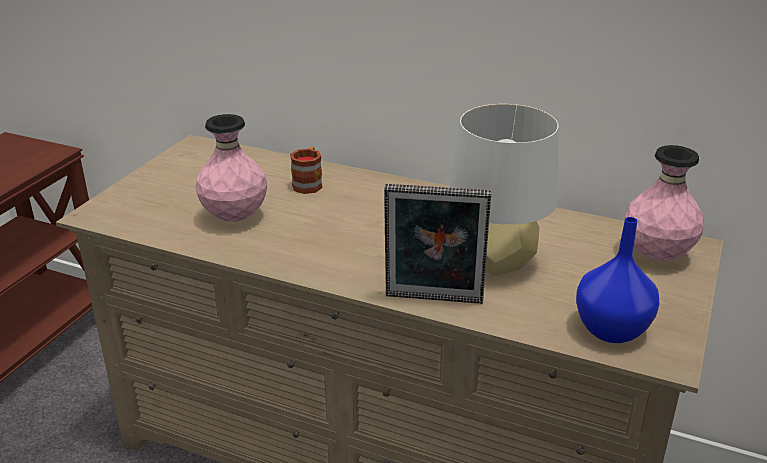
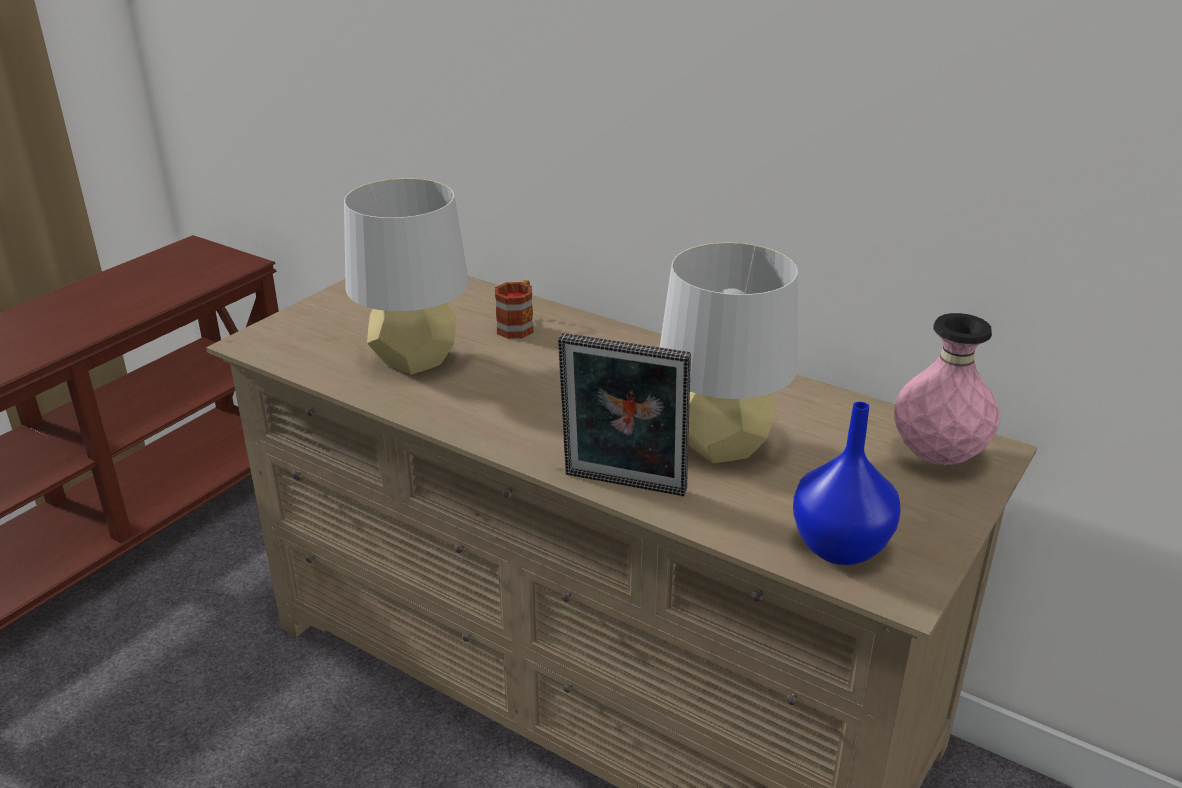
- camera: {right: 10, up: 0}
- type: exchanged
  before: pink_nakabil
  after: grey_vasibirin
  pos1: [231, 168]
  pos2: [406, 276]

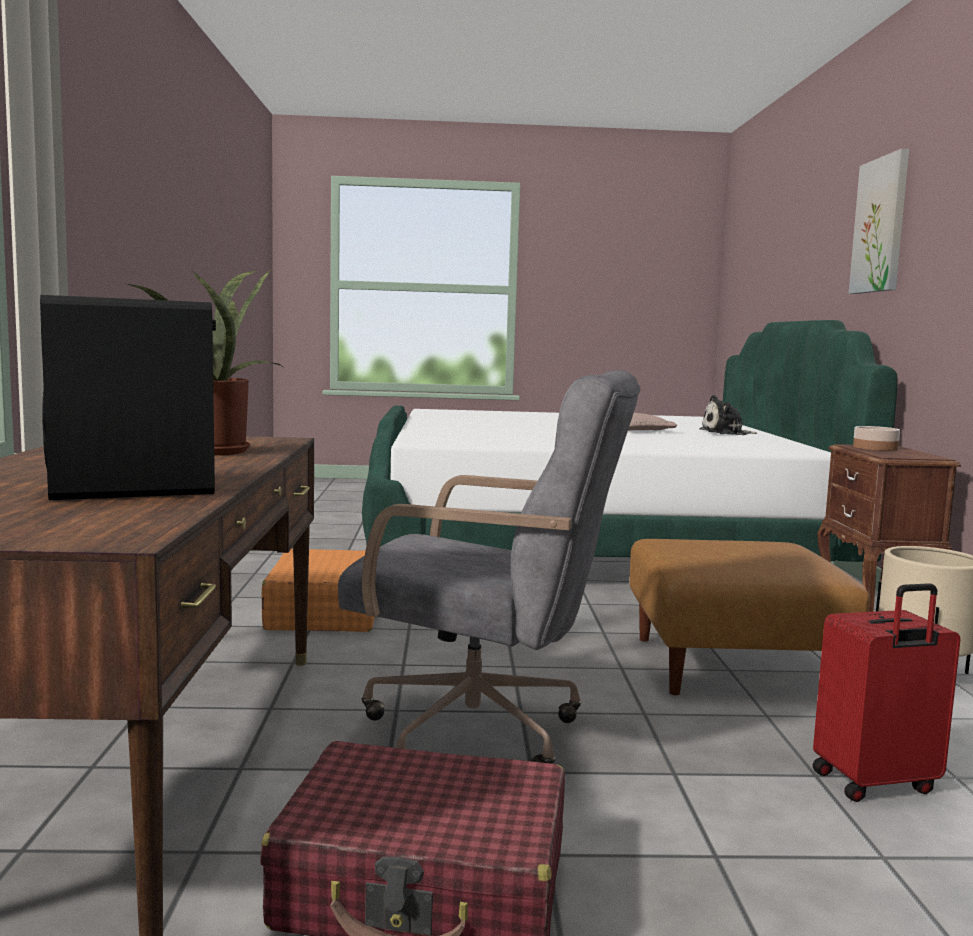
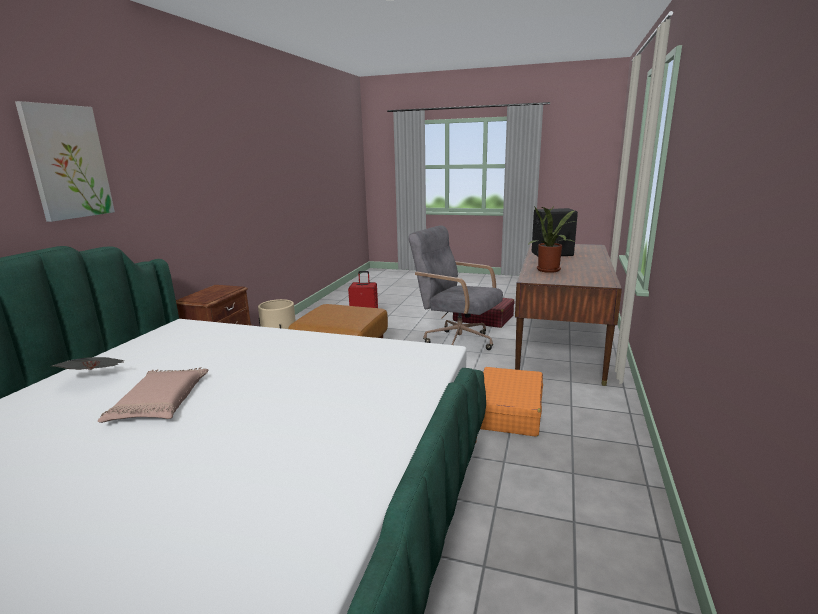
- camera: {right: -160, up: 10}
- type: exchanged
  before: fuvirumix
  after: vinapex
  pos1: [728, 415]
  pos2: [88, 363]
- type: missing
  before: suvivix
  pos1: [876, 438]

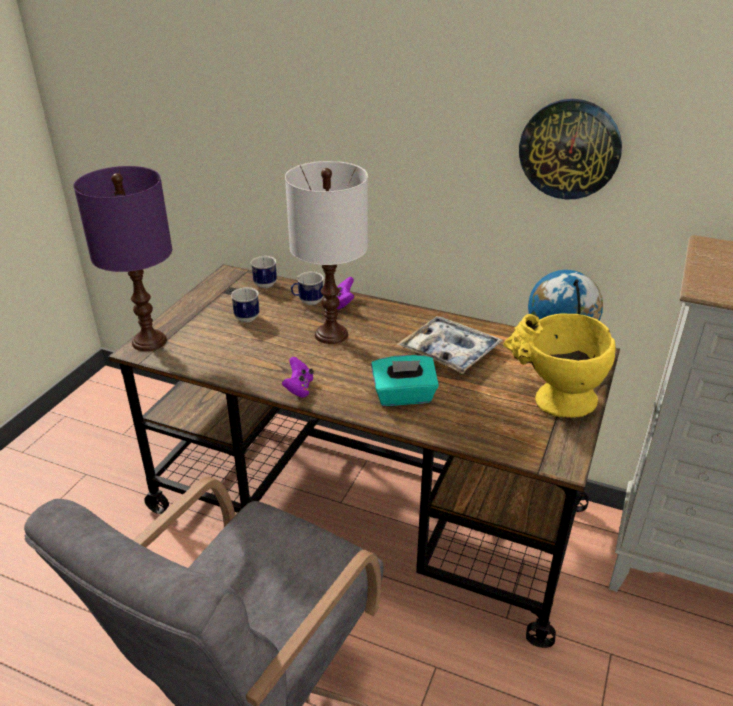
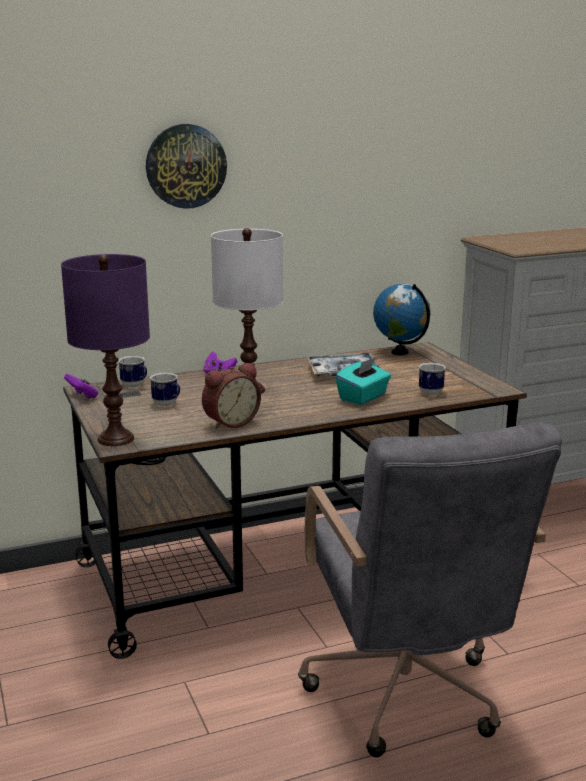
- camera: {right: -45, up: -15}
- type: relocated
  before: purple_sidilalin
  pos1: [298, 377]
  pos2: [81, 386]
- type: relocated
  before: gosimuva
  pos1: [307, 288]
  pos2: [432, 379]
- type: missing
  before: yellow_nakabil
  pos1: [559, 366]
- type: relocated
  before: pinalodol
  pos1: [570, 149]
  pos2: [186, 166]
- type: appeared
  after: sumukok
  pos2: [231, 396]

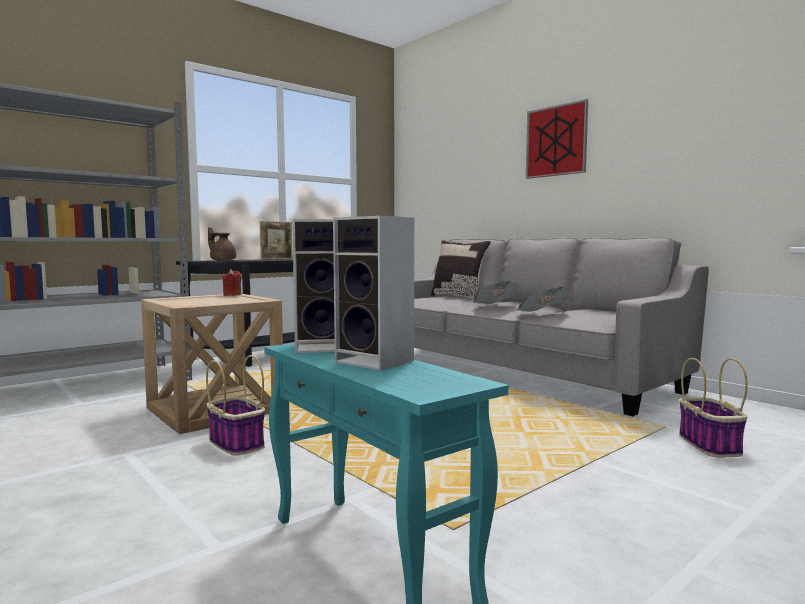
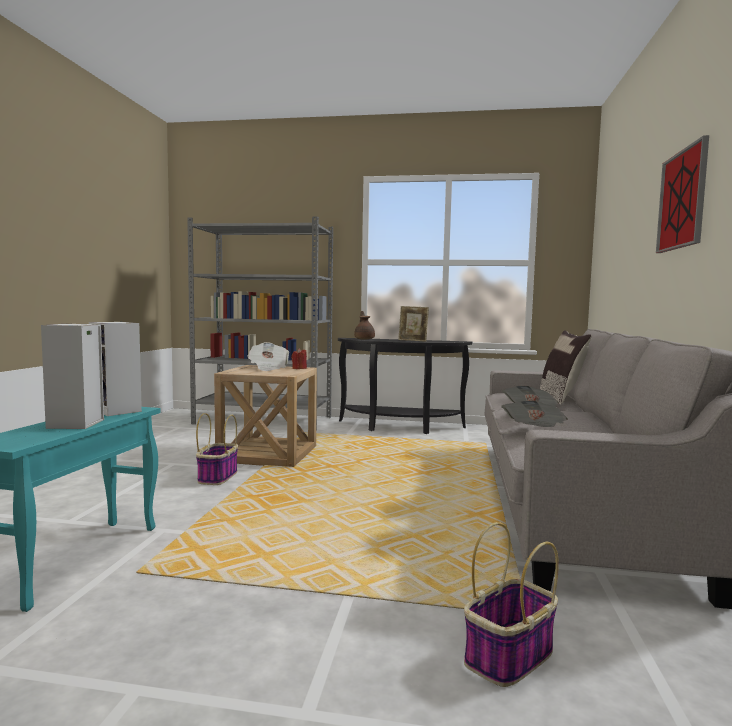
- camera: {right: 50, up: 0}
- type: appeared
  after: vinapex
  pos2: [268, 356]

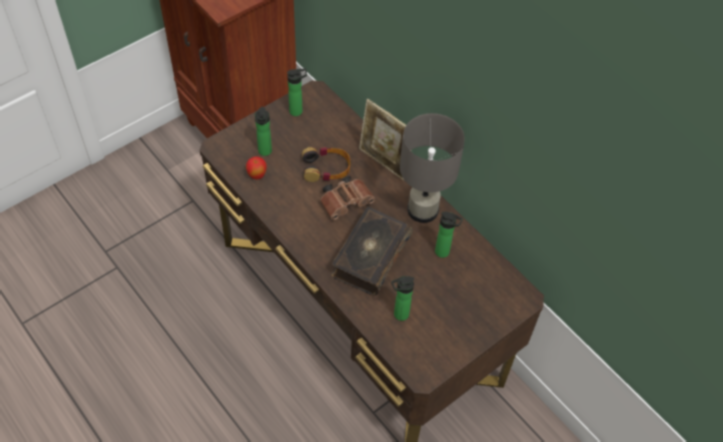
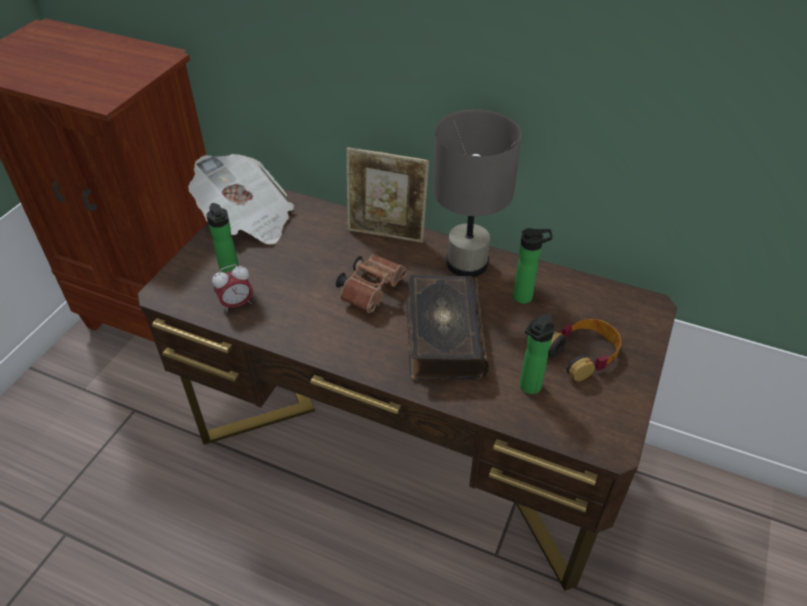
- camera: {right: -25, up: -10}
- type: exchanged
  before: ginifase
  after: sumukok
  pos1: [256, 167]
  pos2: [232, 288]
- type: exchanged
  before: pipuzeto
  after: vinapex
  pos1: [297, 92]
  pos2: [241, 199]
- type: relocated
  before: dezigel
  pos1: [326, 164]
  pos2: [584, 350]

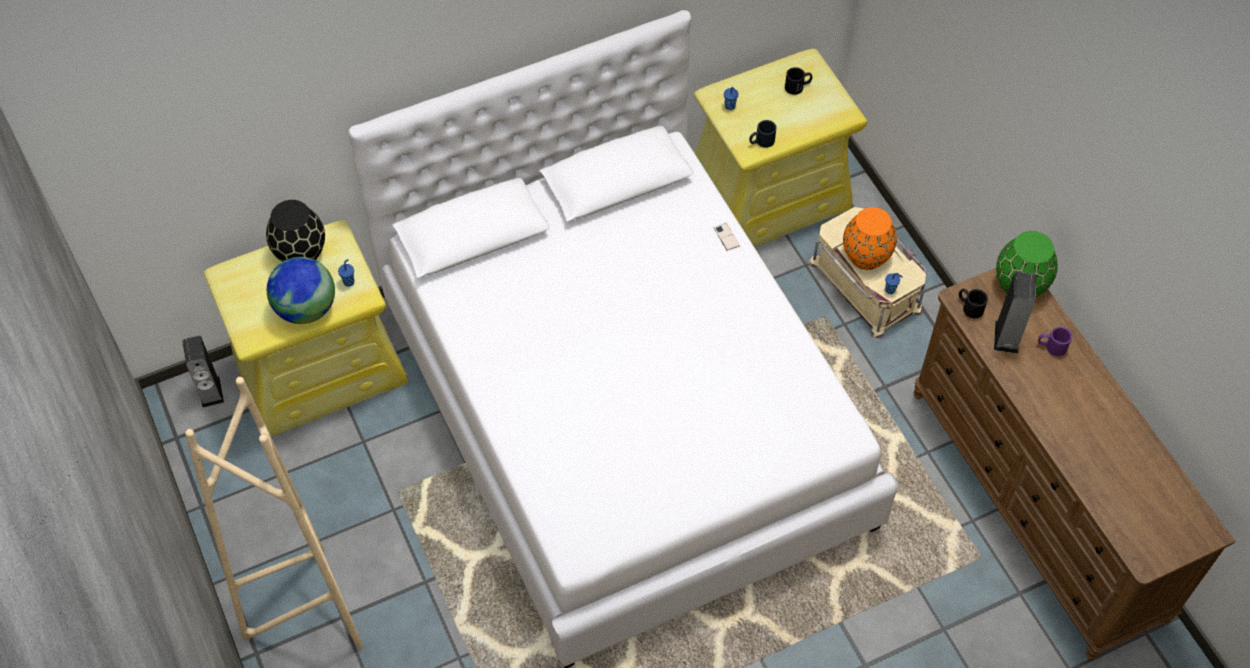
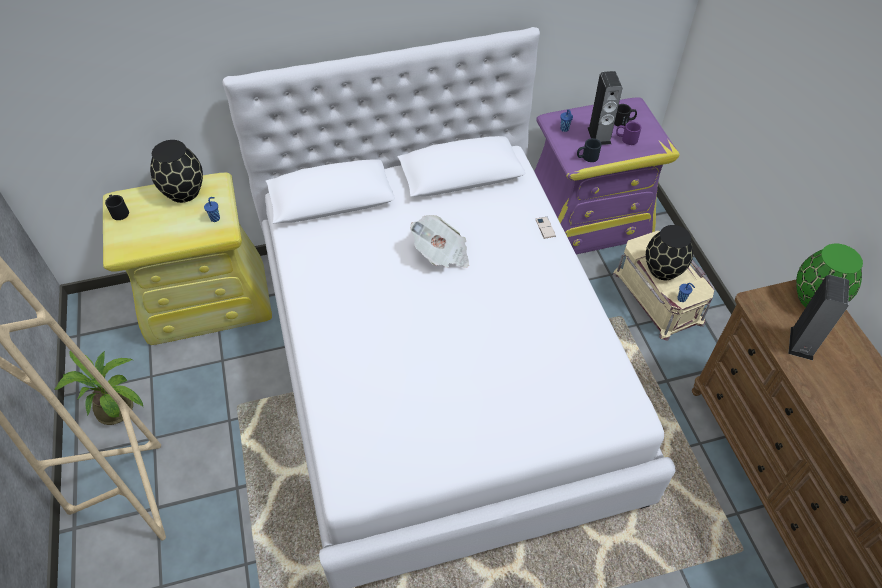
- camera: {right: 10, up: -5}
- type: relocated
  before: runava
  pos1: [203, 372]
  pos2: [605, 108]
- type: missing
  before: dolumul
  pos1: [301, 290]
- type: colour
  before: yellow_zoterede
  after: purple_zoterede
  pos1: [780, 148]
  pos2: [607, 176]
- type: colour
  before: orange_nakabil
  after: black_nakabil
  pos1: [870, 238]
  pos2: [669, 252]
- type: relocated
  before: black_gosimuva
  pos1: [973, 303]
  pos2: [117, 207]
- type: relocated
  before: purple_gosimuva
  pos1: [1055, 341]
  pos2: [628, 133]
- type: appeared
  after: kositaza
  pos2: [99, 388]
- type: appeared
  after: vinapex
  pos2: [439, 241]

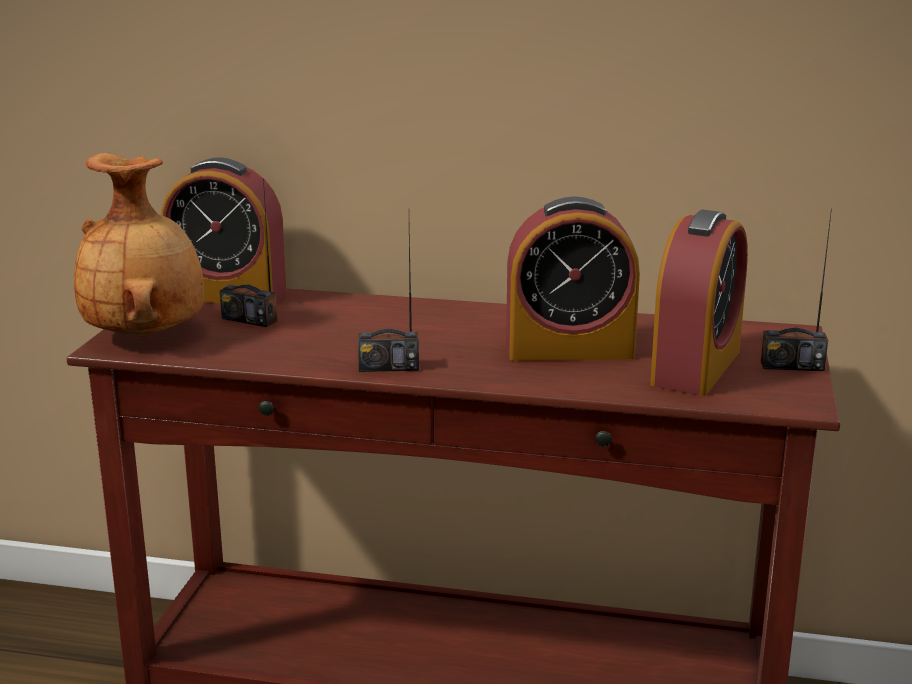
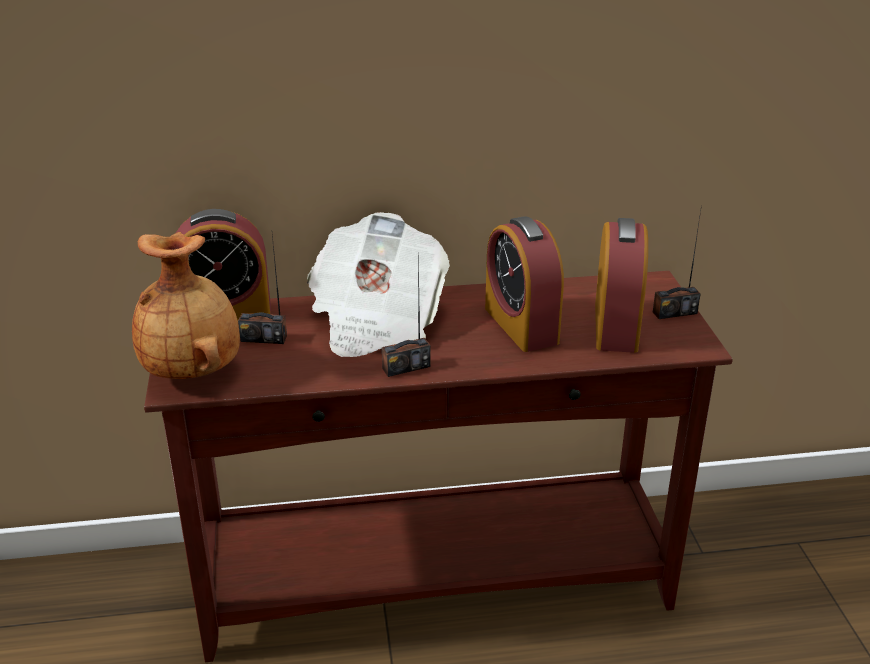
- camera: {right: -20, up: 10}
- type: spun
  before: sumukok
  pos1: [573, 278]
  pos2: [524, 284]
  turn: 90
- type: appeared
  after: vinapex
  pos2: [378, 284]

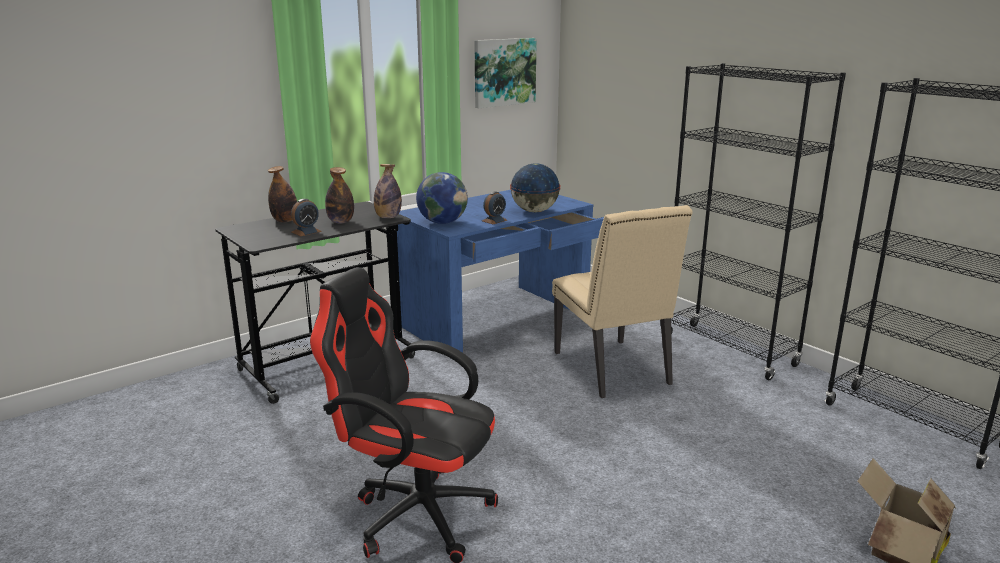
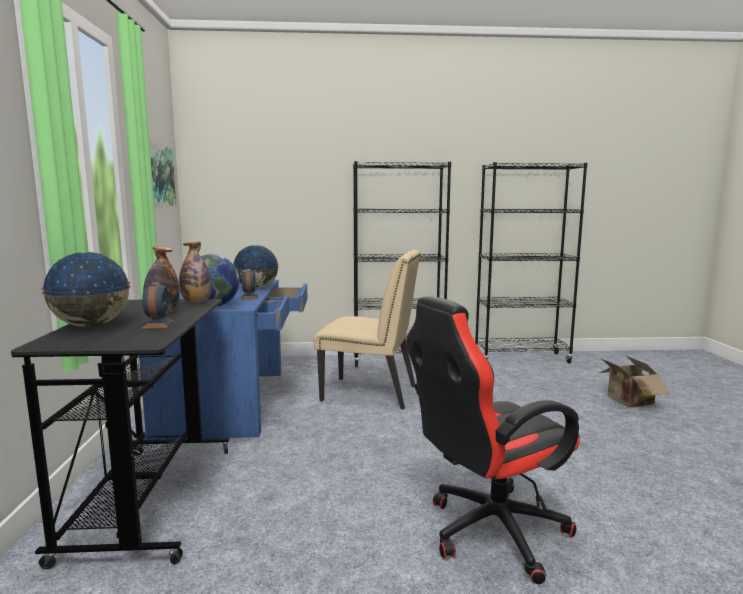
- camera: {right: -55, up: -10}
- type: exchanged
  before: pipuzeto
  after: dolumul
  pos1: [282, 194]
  pos2: [86, 289]

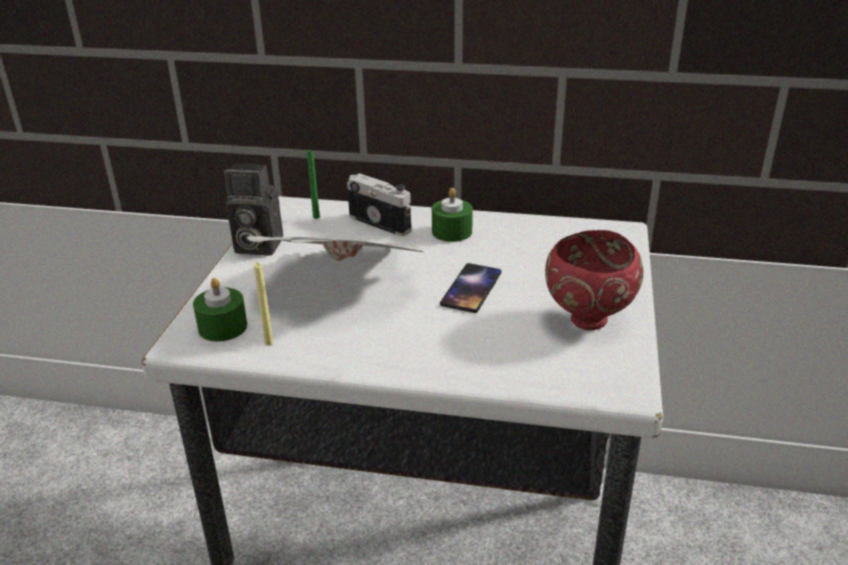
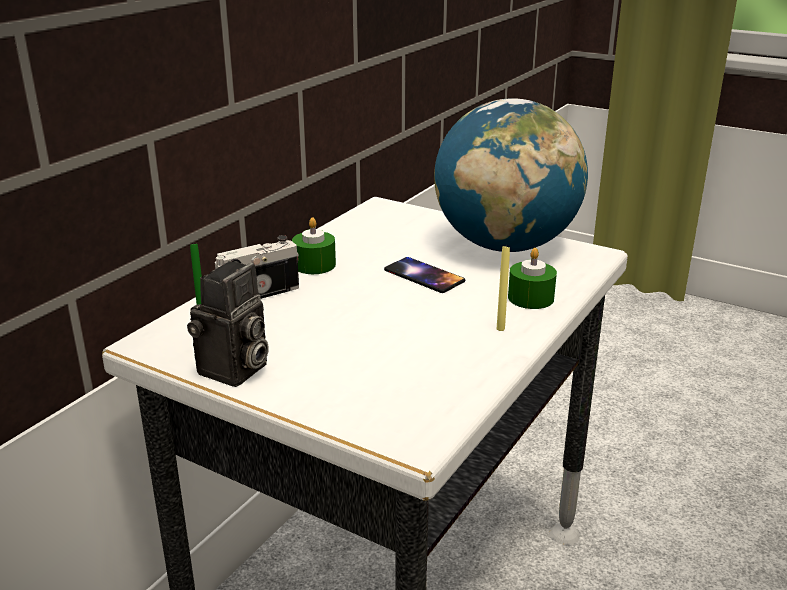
- camera: {right: -70, up: -5}
- type: relocated
  before: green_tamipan
  pos1: [220, 310]
  pos2: [532, 278]
- type: missing
  before: vinapex
  pos1: [335, 248]
- type: relocated
  before: yellow_tamipan
  pos1: [263, 304]
  pos2: [503, 287]
- type: exchanged
  before: red_suvivix
  after: dolumul
  pos1: [594, 280]
  pos2: [511, 175]

